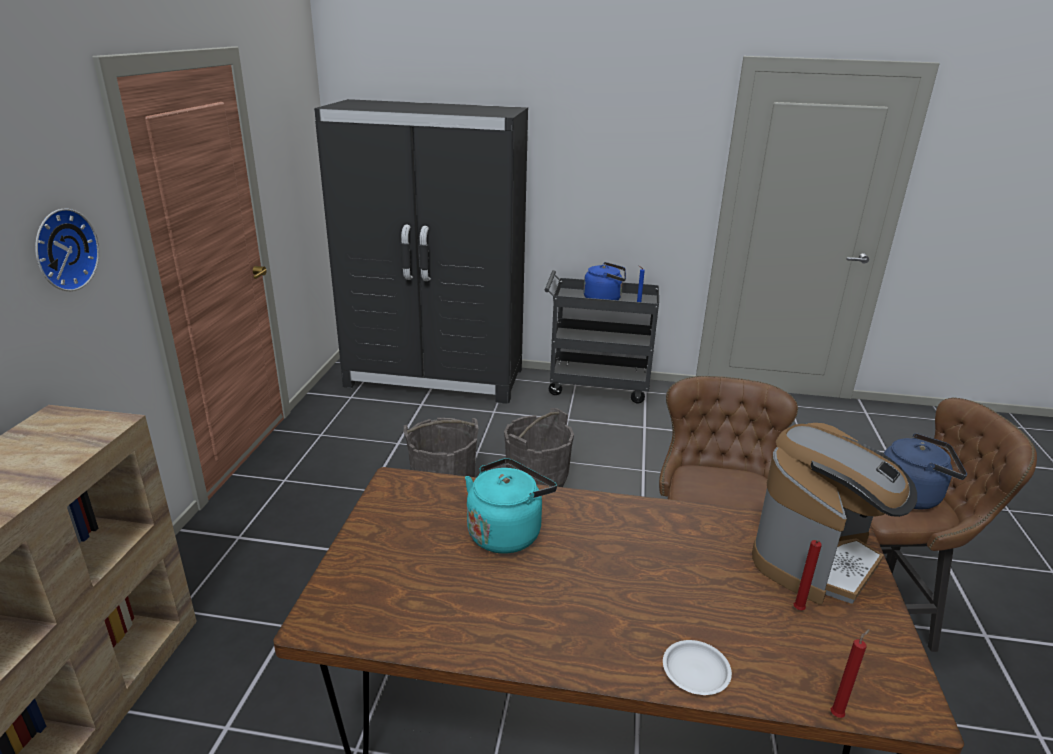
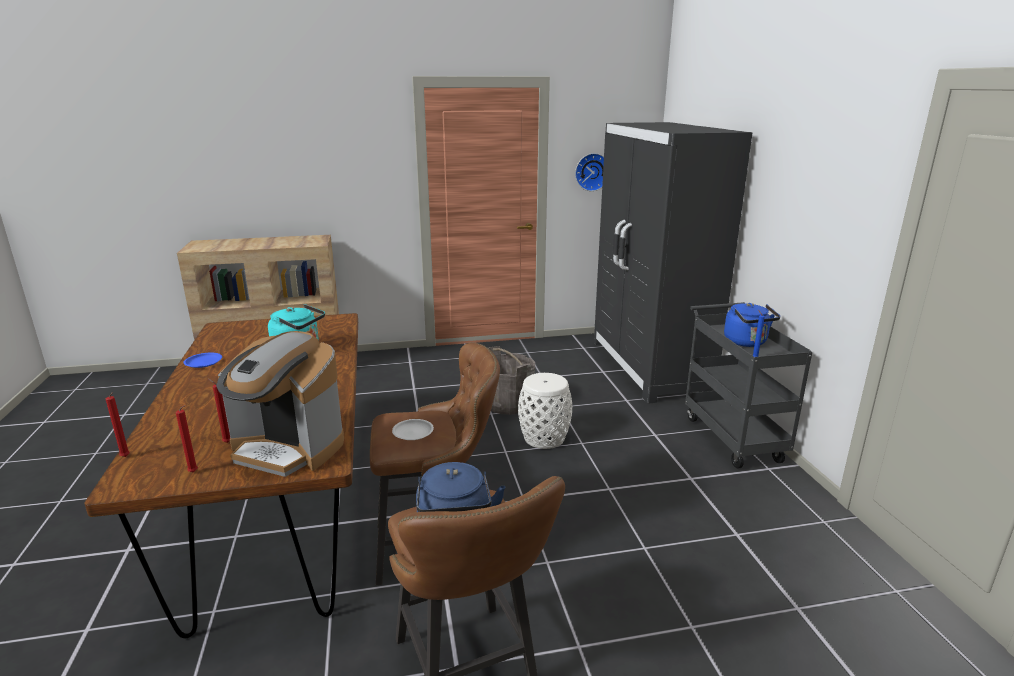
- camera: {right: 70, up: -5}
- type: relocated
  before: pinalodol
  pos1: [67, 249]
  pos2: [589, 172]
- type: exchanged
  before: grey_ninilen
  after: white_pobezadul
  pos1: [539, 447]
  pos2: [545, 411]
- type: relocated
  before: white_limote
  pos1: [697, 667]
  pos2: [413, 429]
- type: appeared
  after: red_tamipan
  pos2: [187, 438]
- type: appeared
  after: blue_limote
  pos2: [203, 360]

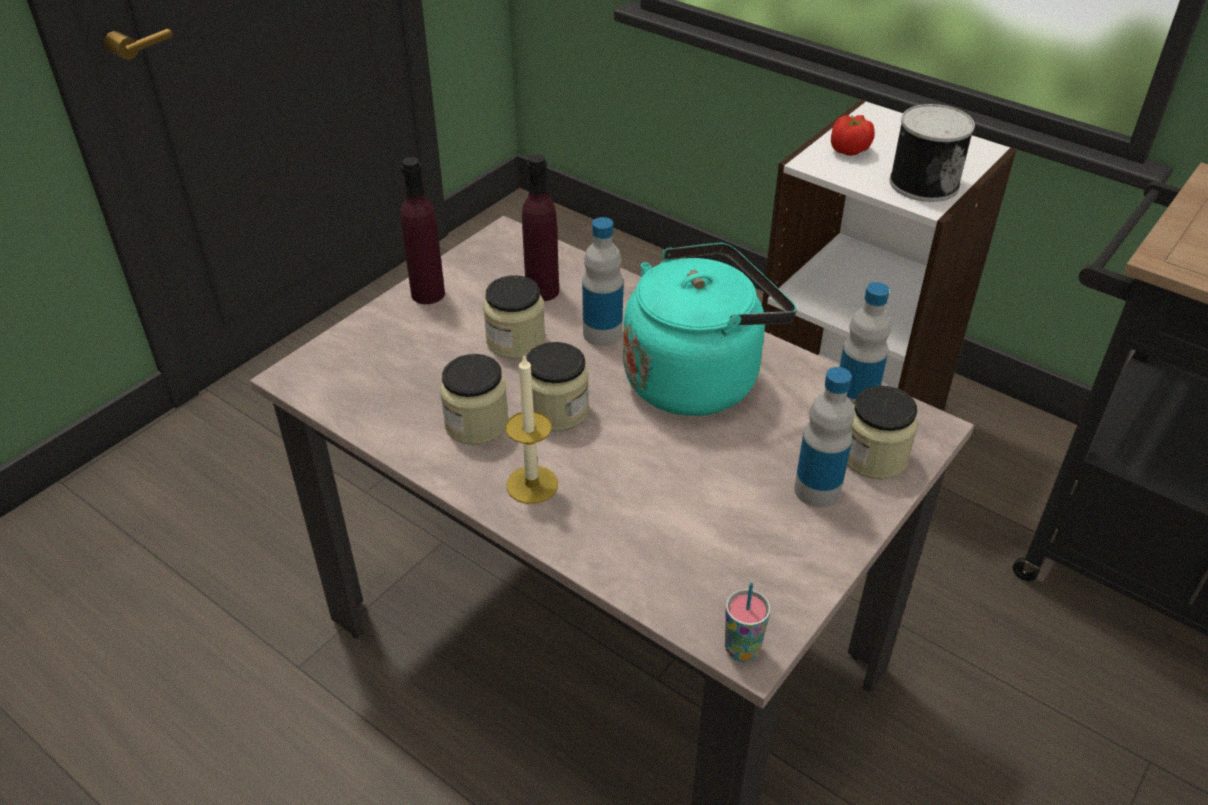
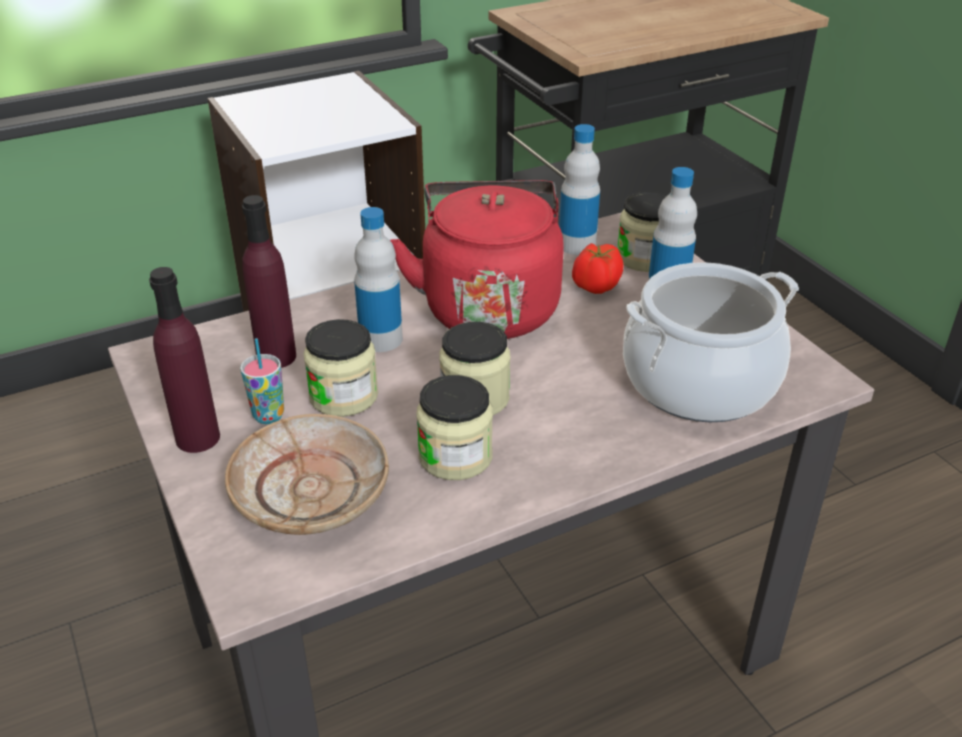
- camera: {right: -65, up: -5}
- type: missing
  before: tamipan
  pos1: [532, 429]
- type: colour
  before: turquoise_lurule
  after: red_lurule
  pos1: [710, 329]
  pos2: [477, 259]
- type: relocated
  before: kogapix
  pos1: [747, 622]
  pos2: [262, 381]
- type: relocated
  before: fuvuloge
  pos1: [853, 135]
  pos2: [598, 268]
- type: missing
  before: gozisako
  pos1: [932, 153]
- type: appeared
  after: beige_limote
  pos2: [307, 474]
- type: appeared
  after: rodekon
  pos2: [711, 342]

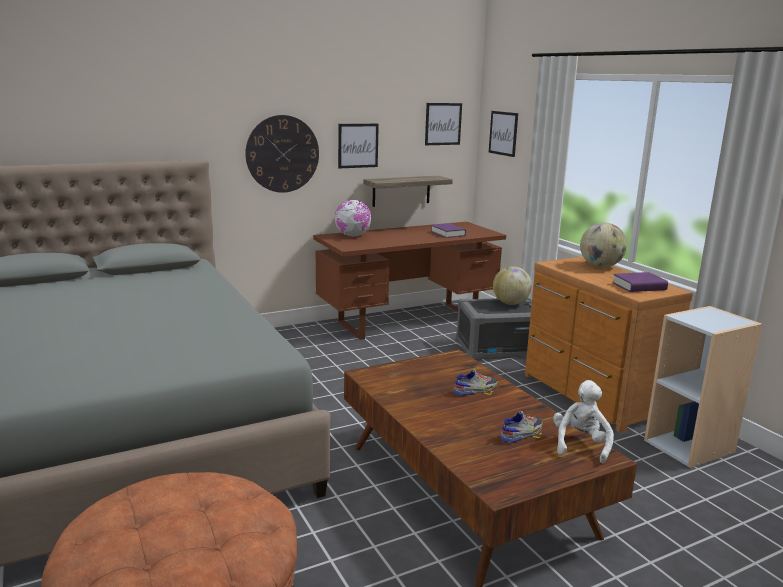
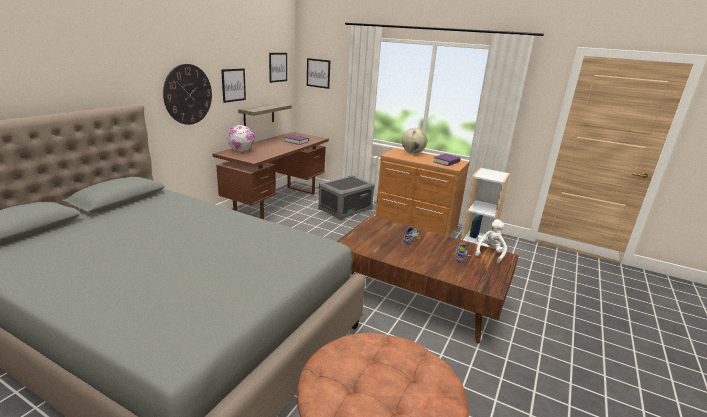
- camera: {right: -35, up: 5}
- type: missing
  before: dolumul
  pos1: [512, 285]
- type: spun
  before: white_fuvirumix
  pos1: [583, 422]
  pos2: [491, 241]
  turn: 45

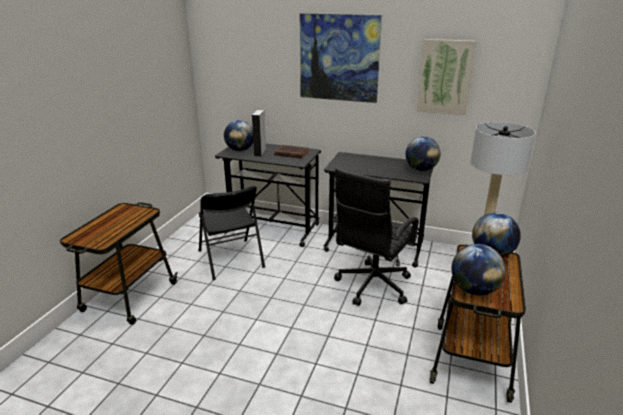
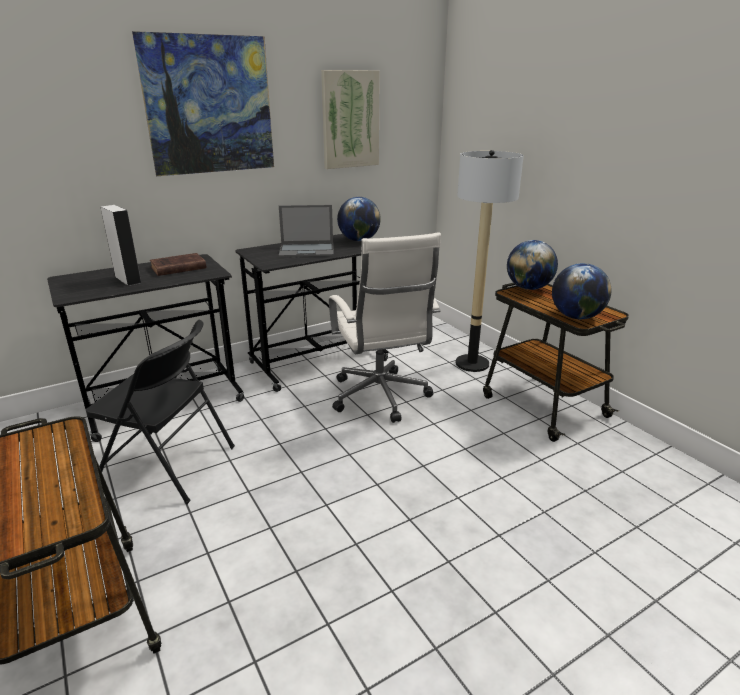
- camera: {right: -50, up: 0}
- type: missing
  before: dolumul
  pos1: [238, 135]
- type: colour
  before: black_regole
  after: white_regole
  pos1: [375, 237]
  pos2: [385, 327]
- type: appeared
  after: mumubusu
  pos2: [306, 231]

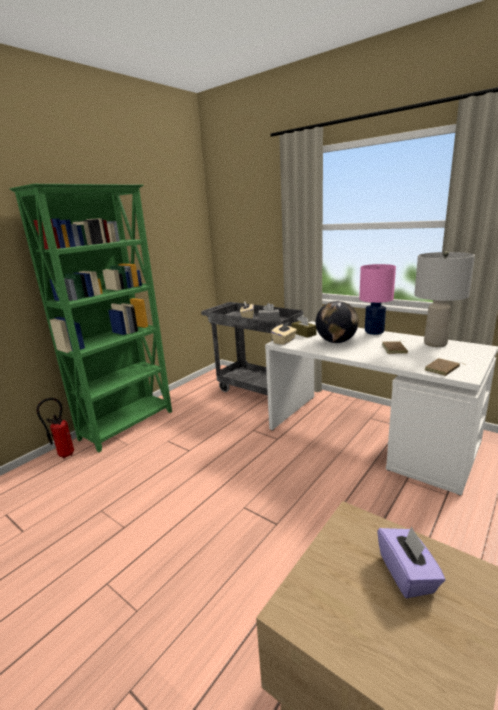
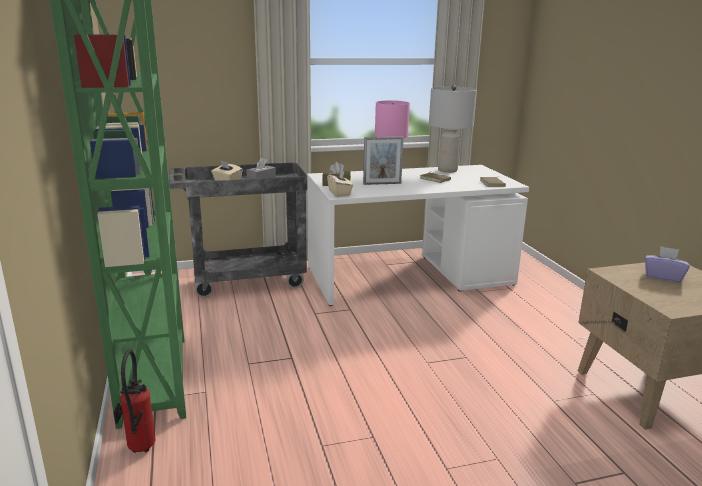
- camera: {right: -55, up: 0}
- type: exchanged
  before: dolumul
  after: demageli
  pos1: [337, 322]
  pos2: [383, 161]

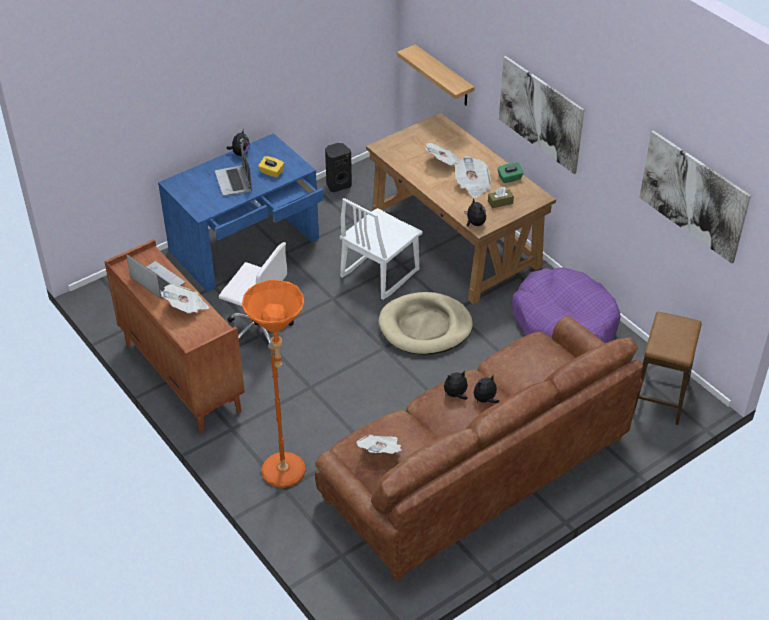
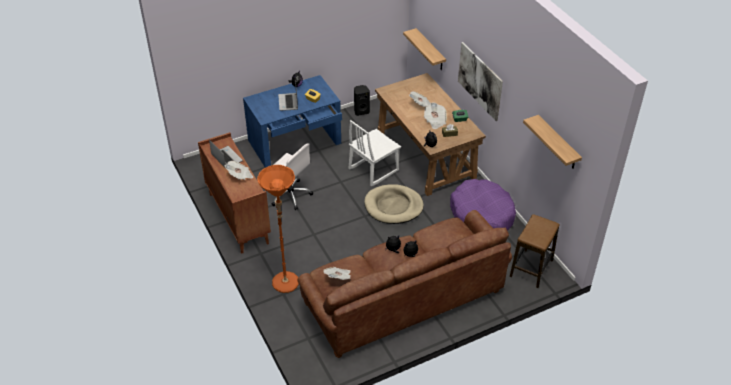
- camera: {right: 10, up: 0}
- type: exchanged
  before: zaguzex
  after: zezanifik
  pos1: [695, 197]
  pos2: [552, 142]

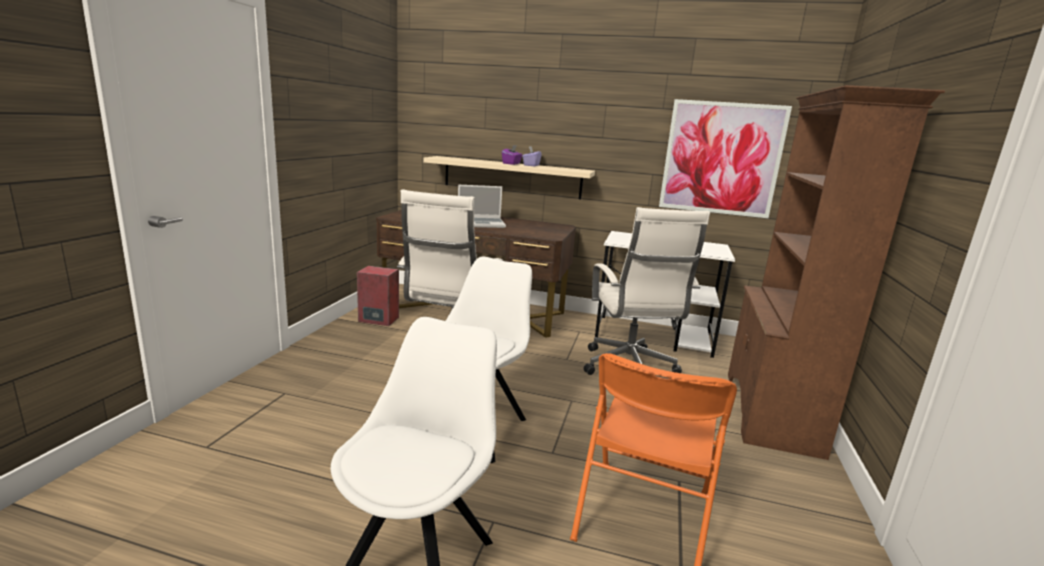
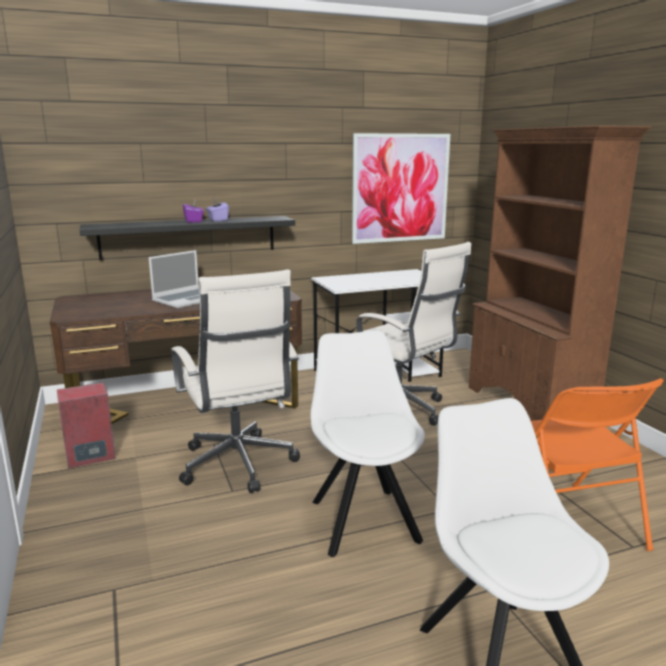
- camera: {right: -35, up: 0}
- type: colour
  before: beige_zezanifik
  after: black_zezanifik
  pos1: [509, 177]
  pos2: [187, 238]

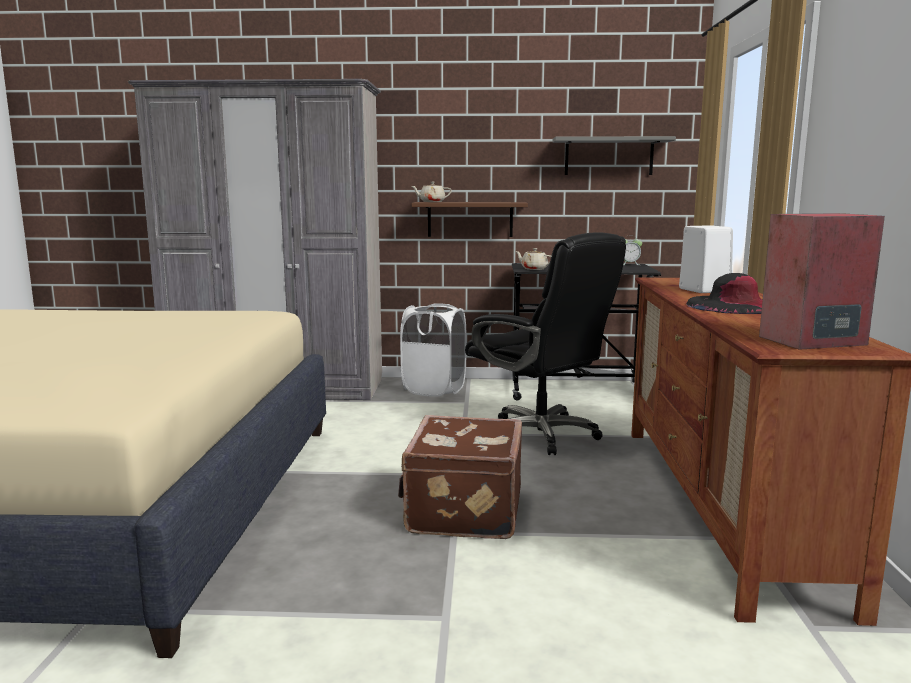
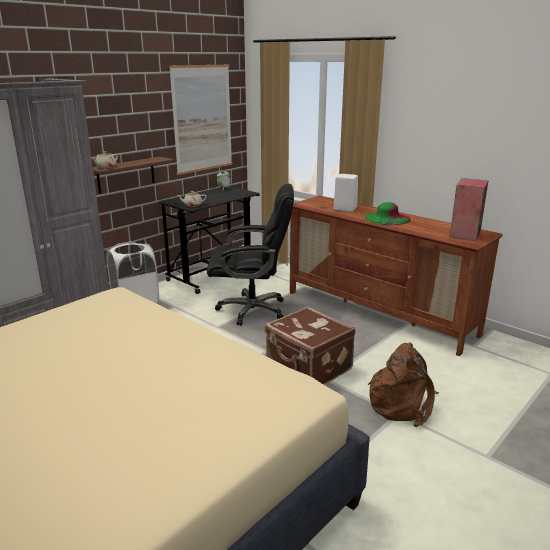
- camera: {right: -50, up: 10}
- type: exchanged
  before: grey_zezanifik
  after: zaguzex
  pos1: [614, 155]
  pos2: [200, 120]
- type: colour
  before: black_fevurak
  after: green_fevurak
  pos1: [724, 293]
  pos2: [388, 213]
- type: appeared
  after: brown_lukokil
  pos2: [403, 384]

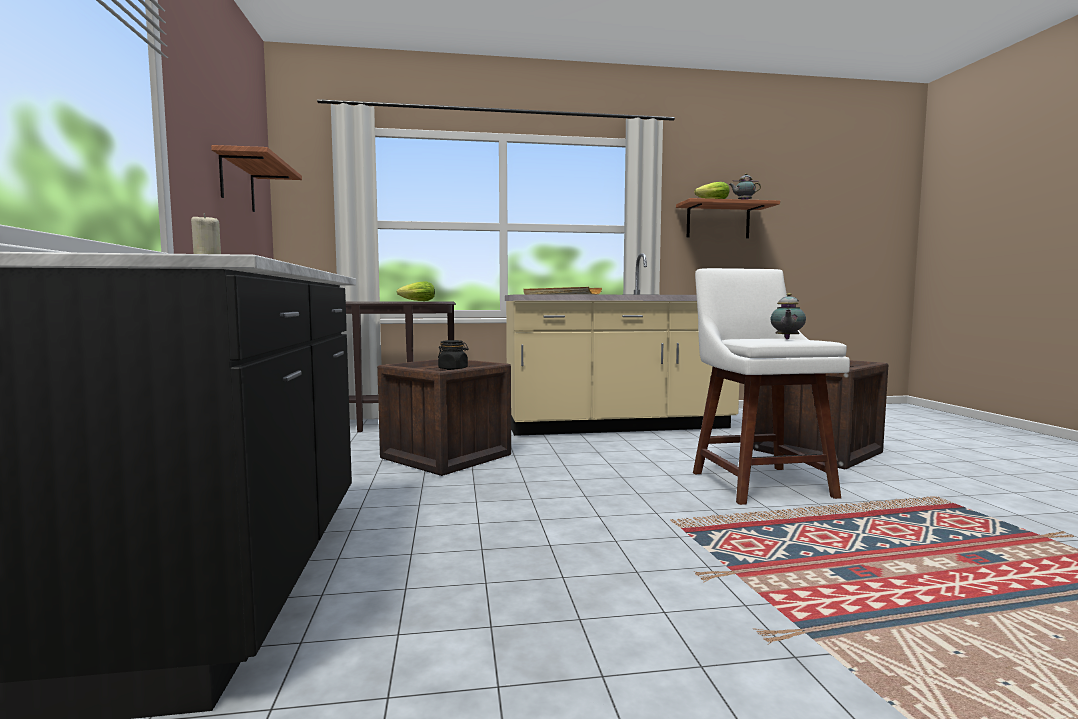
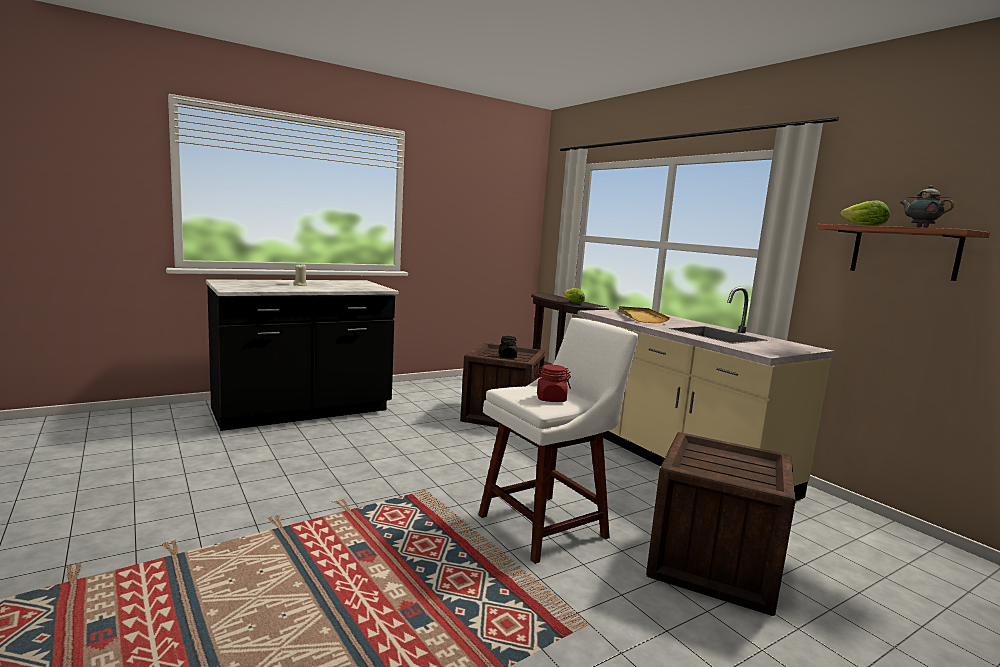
- camera: {right: 65, up: 5}
- type: missing
  before: zezanifik
  pos1: [256, 178]
- type: exchanged
  before: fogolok
  after: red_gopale
  pos1: [788, 316]
  pos2: [552, 383]

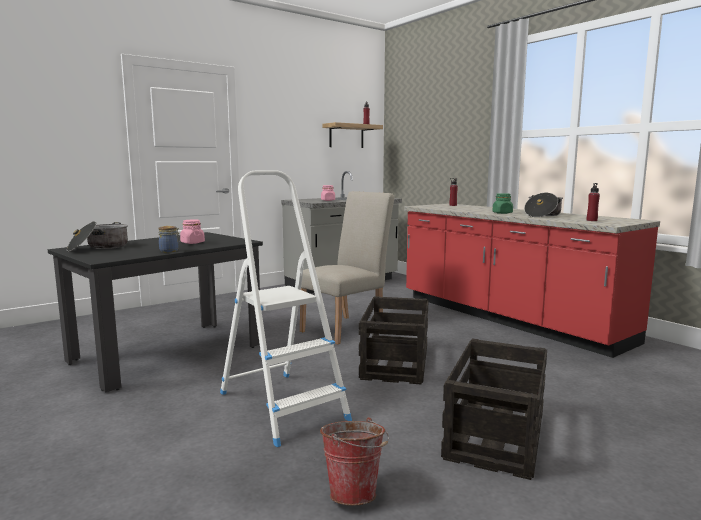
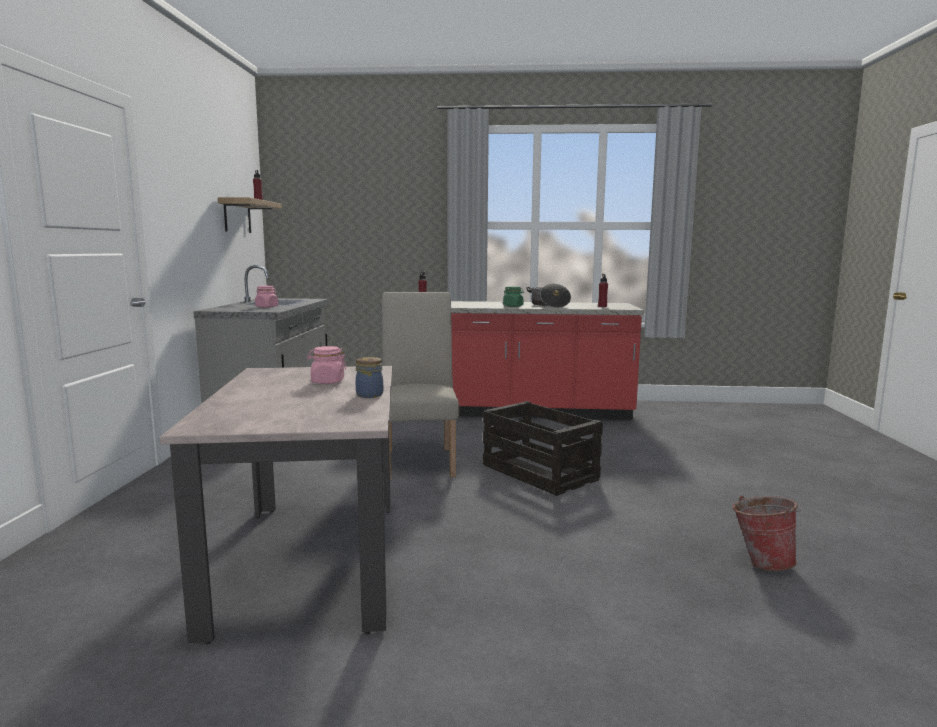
- camera: {right: -50, up: 0}
- type: colour
  before: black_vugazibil
  after: beige_vugazibil
  pos1: [155, 312]
  pos2: [275, 505]
- type: missing
  before: rodekon
  pos1: [97, 236]
- type: missing
  before: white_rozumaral
  pos1: [286, 308]
- type: missing
  before: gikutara
  pos1: [494, 409]

